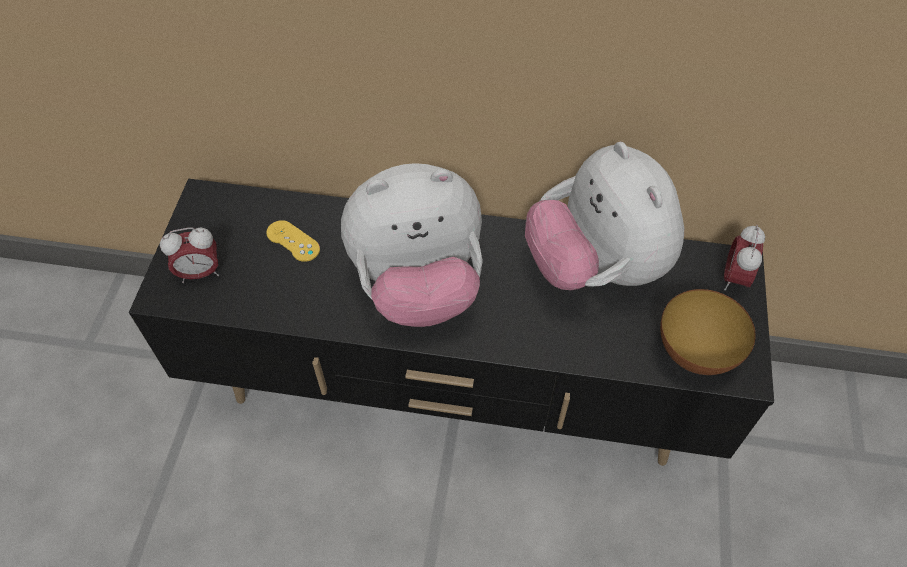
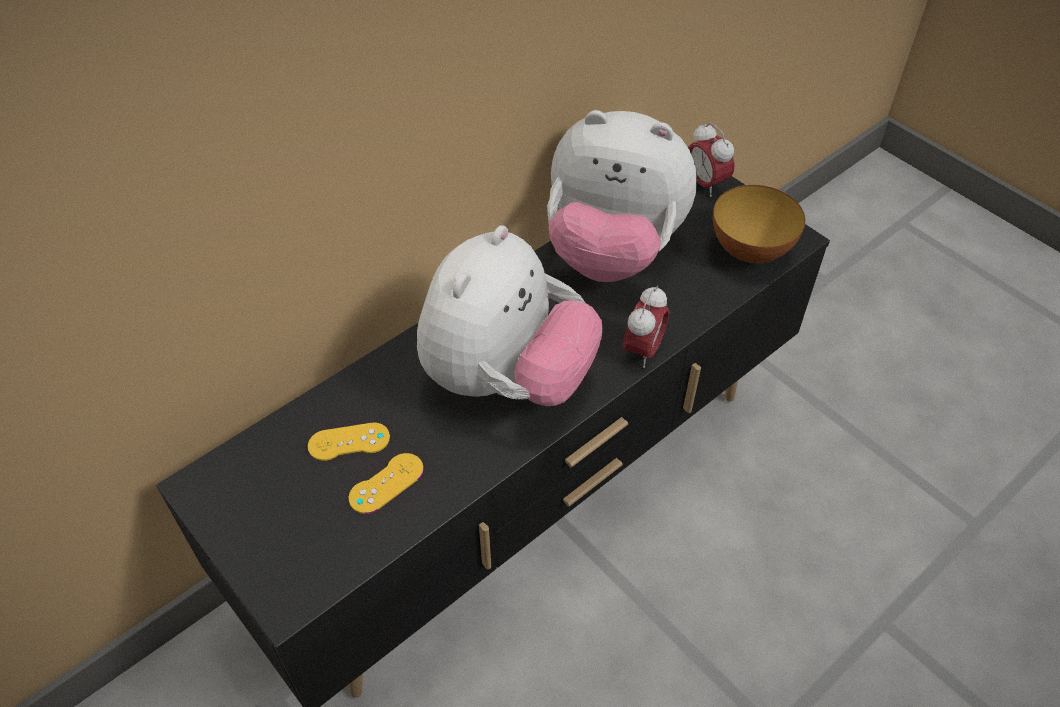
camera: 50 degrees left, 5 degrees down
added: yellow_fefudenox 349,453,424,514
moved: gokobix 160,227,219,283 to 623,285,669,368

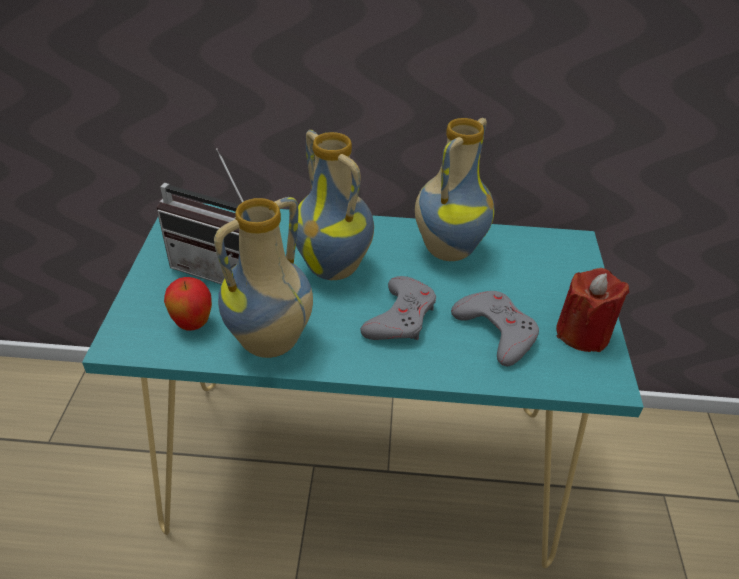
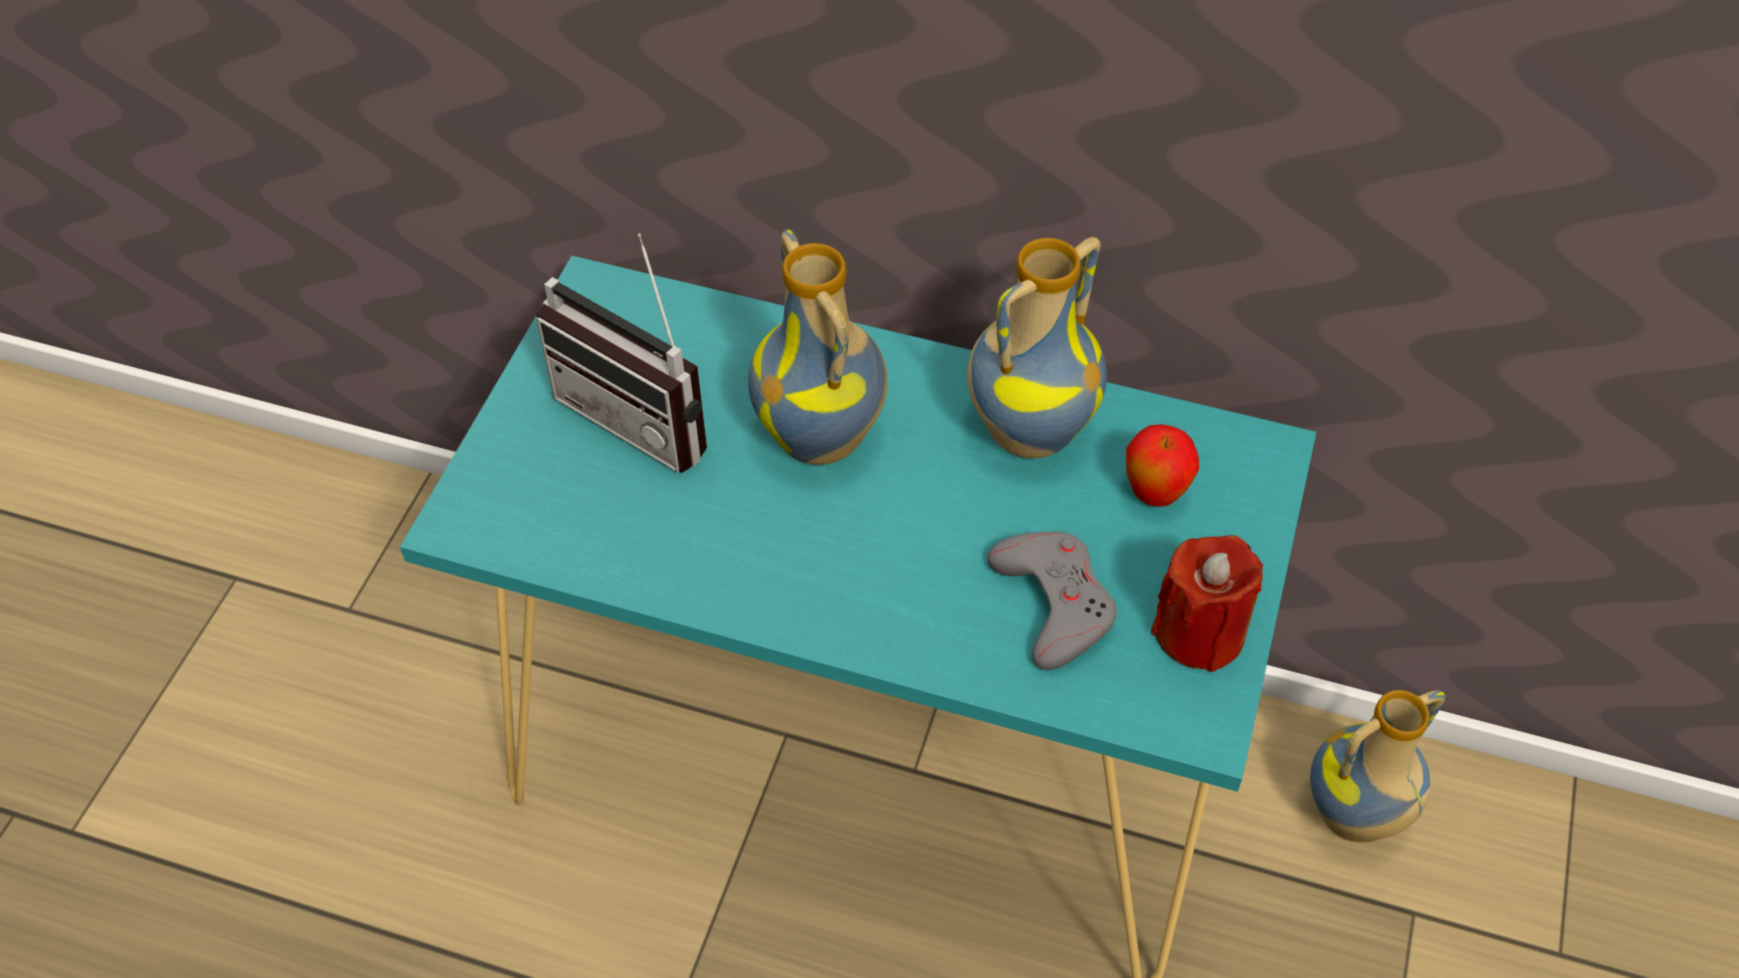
camera: 15 degrees right, 10 degrees up
removed: grey_fefudenox 361,276,436,340
moved: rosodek 164,277,212,330 to 1126,424,1199,507; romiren 214,197,313,358 to 1310,690,1446,842

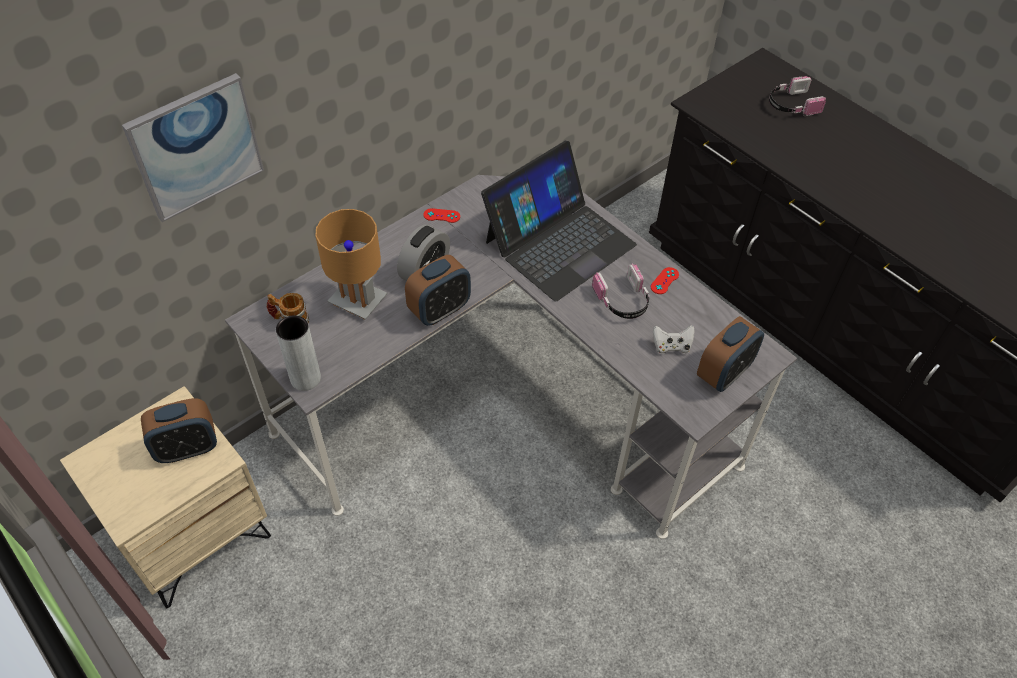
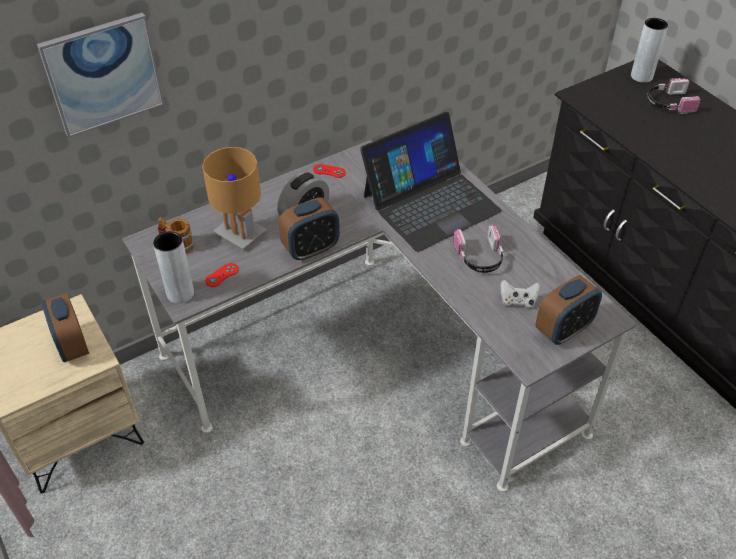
camera: 10 degrees right, 5 degrees down
added: grey_romiren 631,18,668,83
moved: red_fefudenox 651,267,679,294 to 205,263,239,287
turned: gokobix 141,398,217,463 = 41,293,89,362 75 degrees clockwise

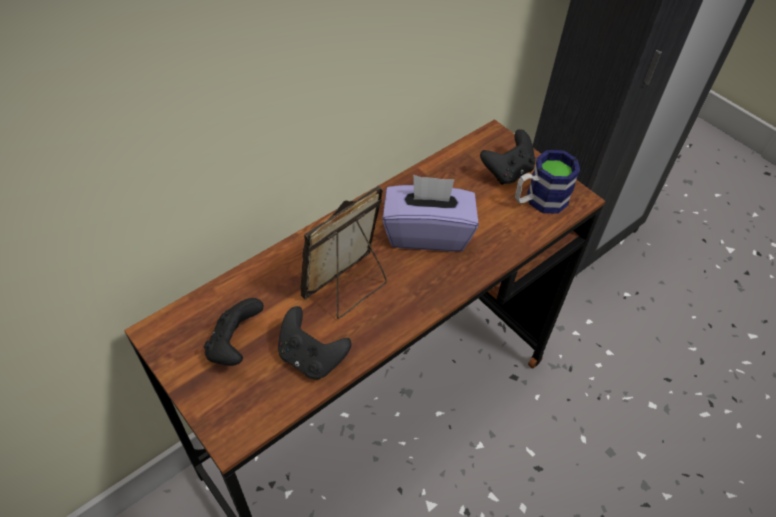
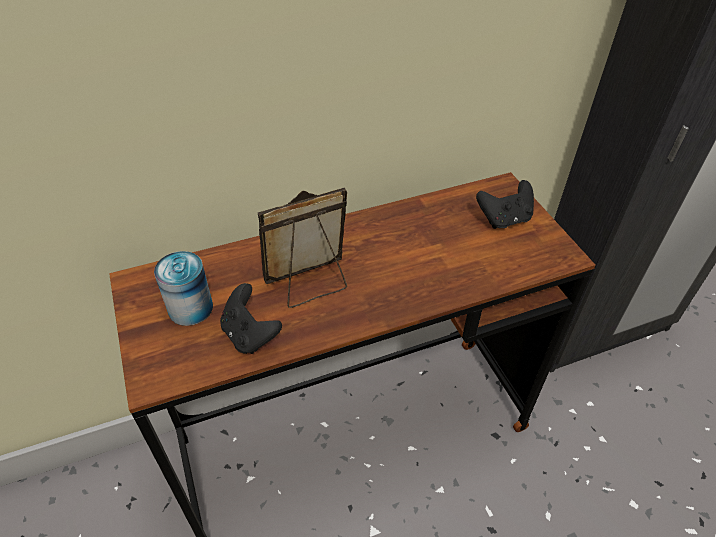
camera: 20 degrees right, 5 degrees down
removed: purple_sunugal 382,175,478,252; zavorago 515,150,580,214
replaced: black_fefudenox 204,298,264,366 to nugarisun 154,251,213,326

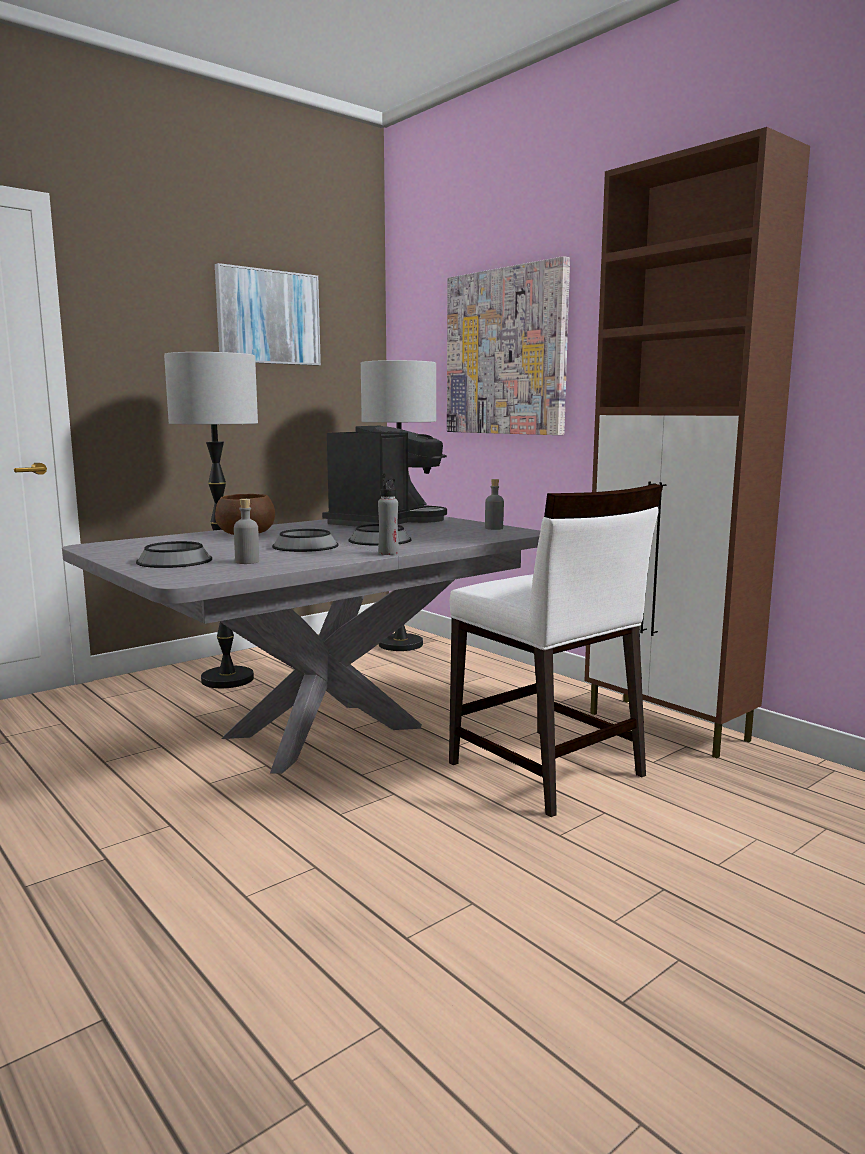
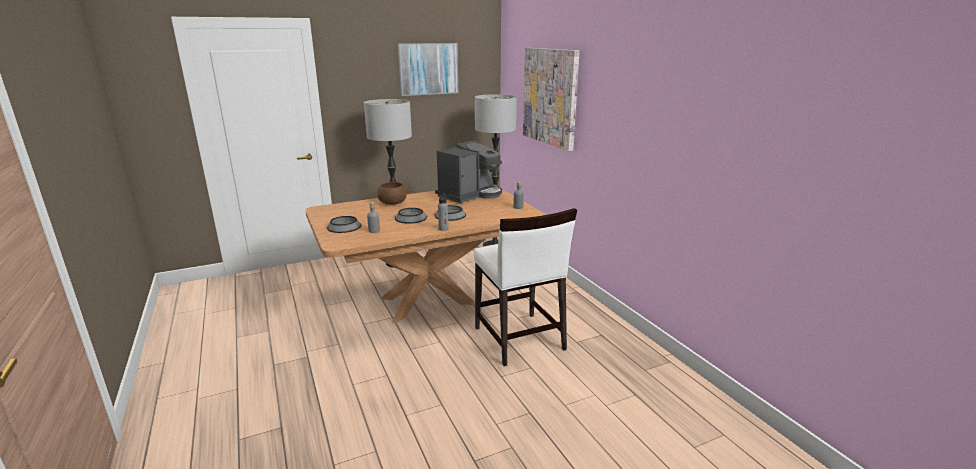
camera: 15 degrees right, 10 degrees up
removed: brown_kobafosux 584,127,810,758
recoloured: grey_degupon 62,516,540,774 to brown_degupon 305,185,544,323

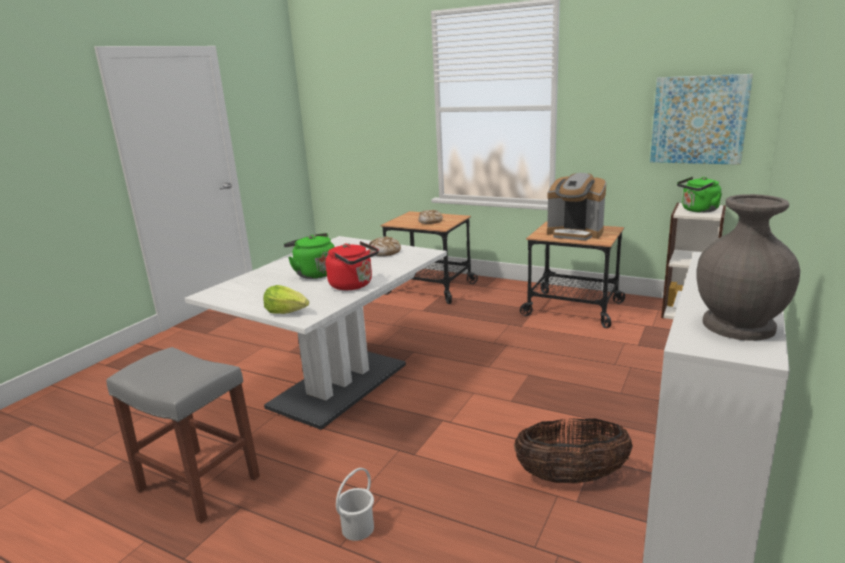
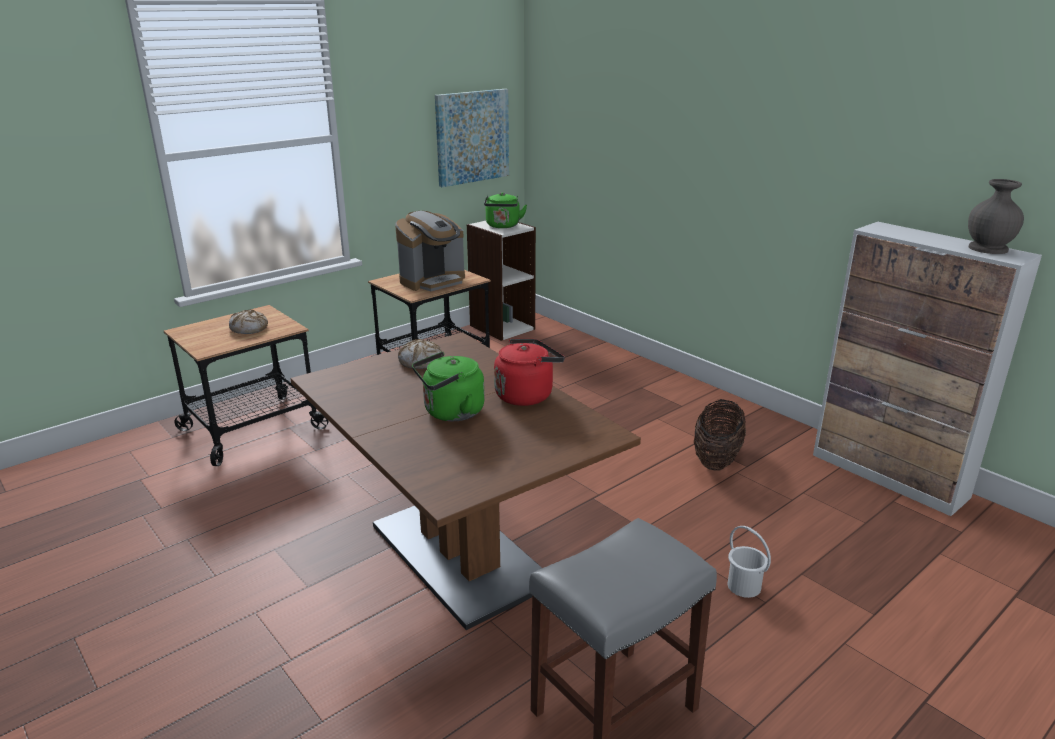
camera: 70 degrees left, 5 degrees up
removed: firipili 263,285,309,314
recoloured: white_degupon 185,236,447,430 to brown_degupon 290,332,641,630

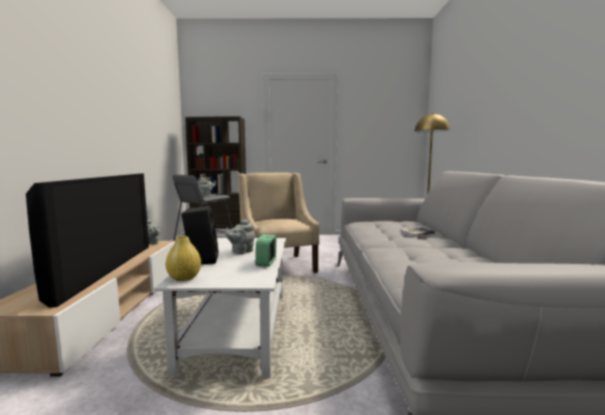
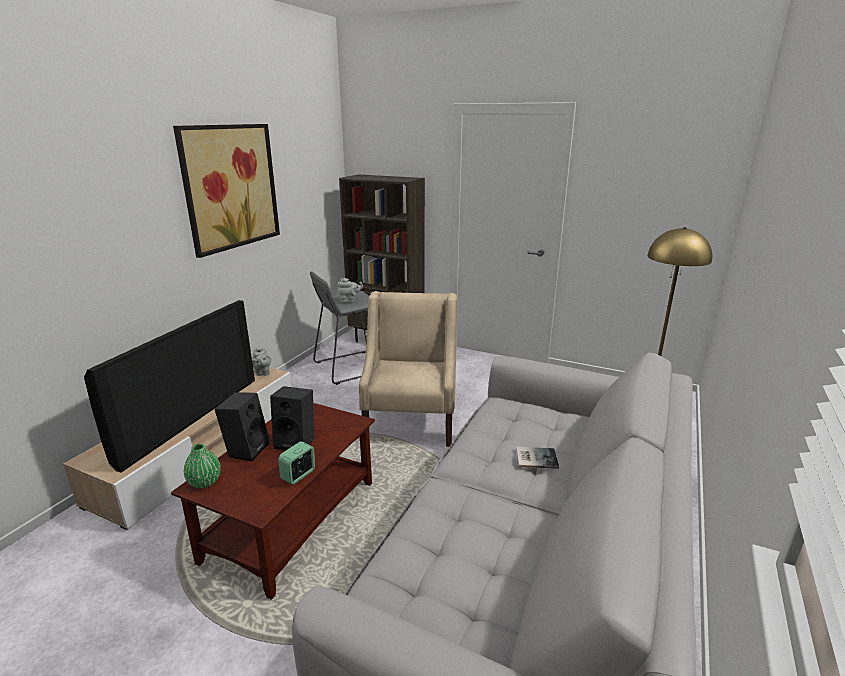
camera: 25 degrees right, 15 degrees up
added: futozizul 173,124,280,258
replaced: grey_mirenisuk 225,219,255,254 to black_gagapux 270,386,315,451
recoloured: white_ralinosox 154,238,286,378 to brown_ralinosox 171,403,375,600; yellow_romiren 165,236,201,281 to green_romiren 184,444,221,488

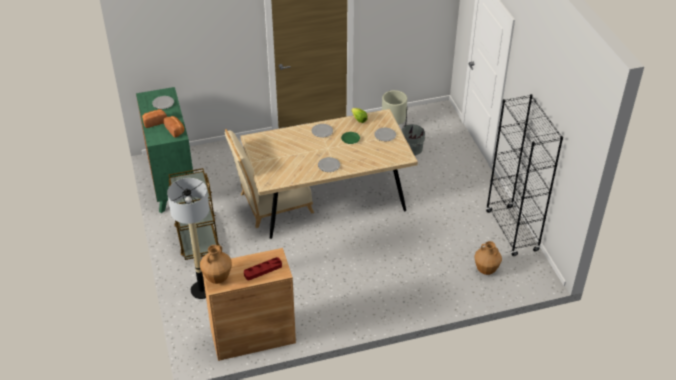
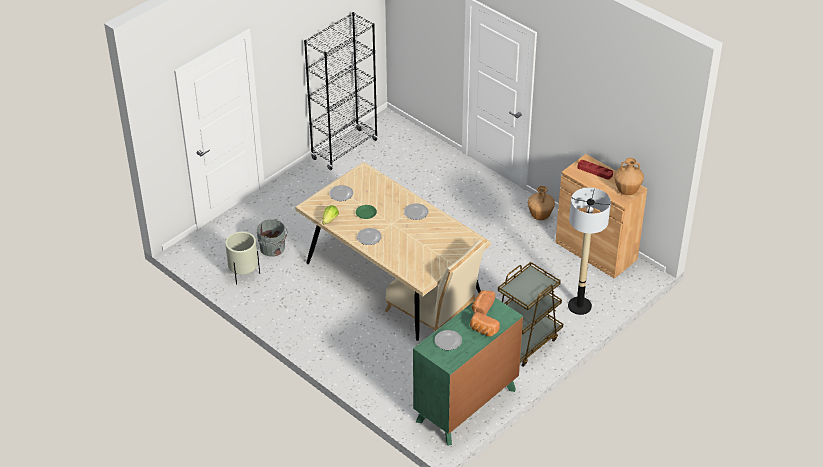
camera: 120 degrees left, 0 degrees up
moved: brown_romiren 474,241,502,275 to 528,186,555,220

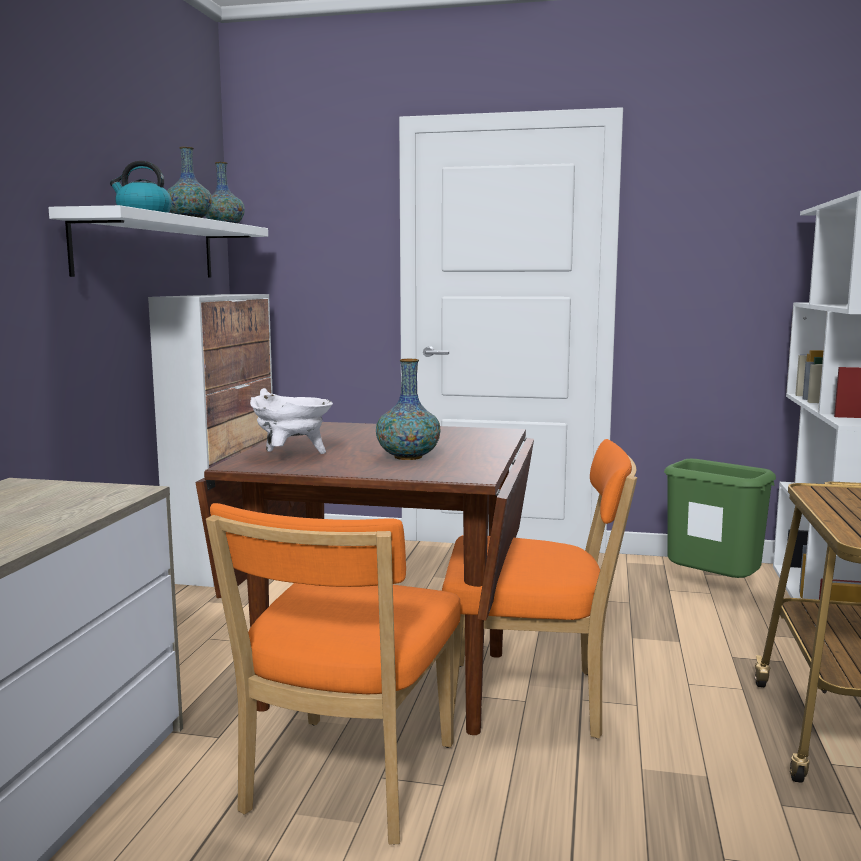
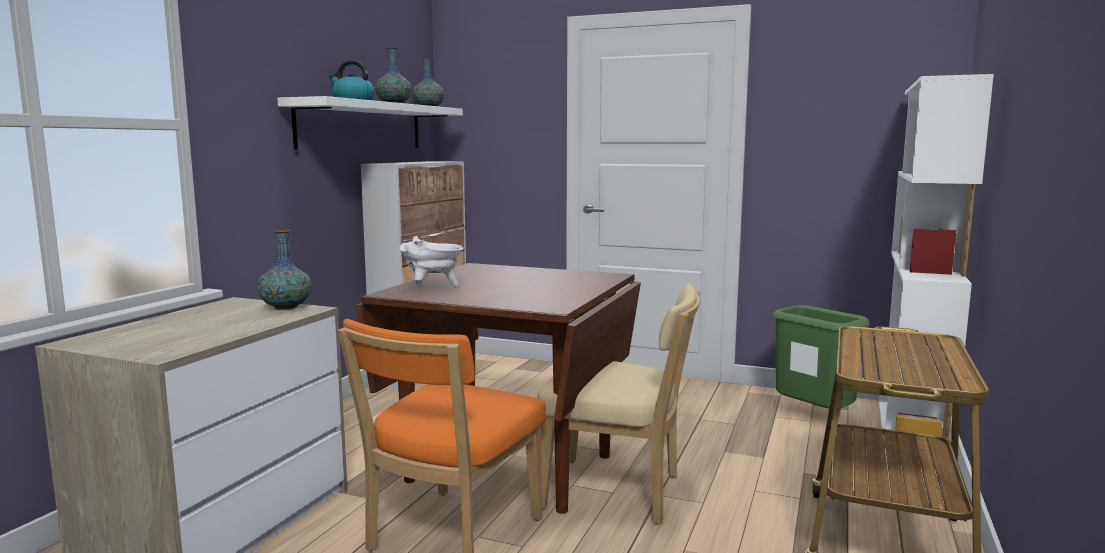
camera: 10 degrees right, 0 degrees up
moved: romiren 376,359,441,460 to 258,230,312,310
recoloured: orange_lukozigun 442,439,637,739 to beige_lukozigun 537,284,700,525

